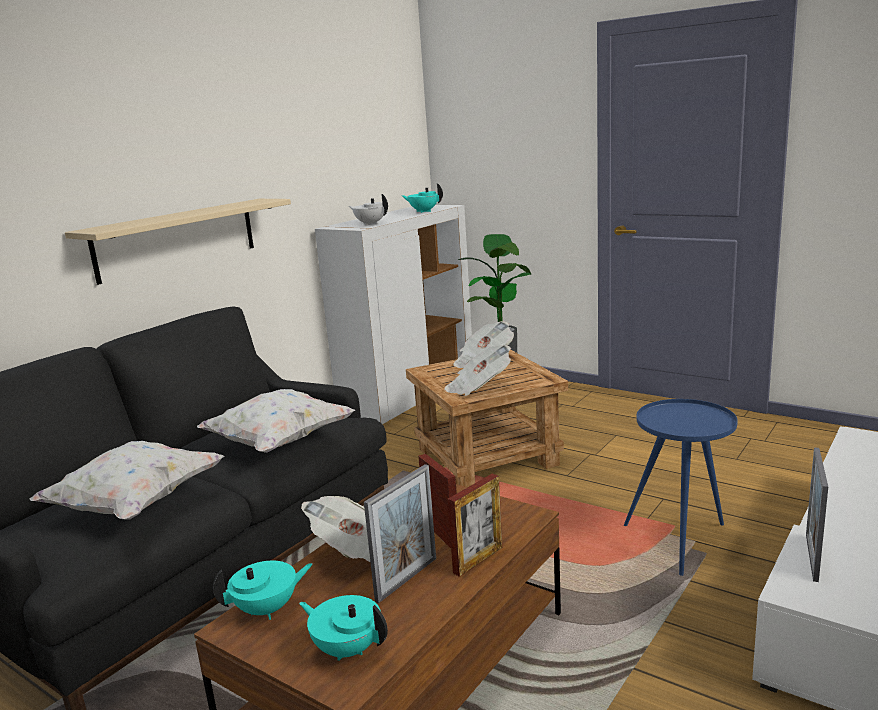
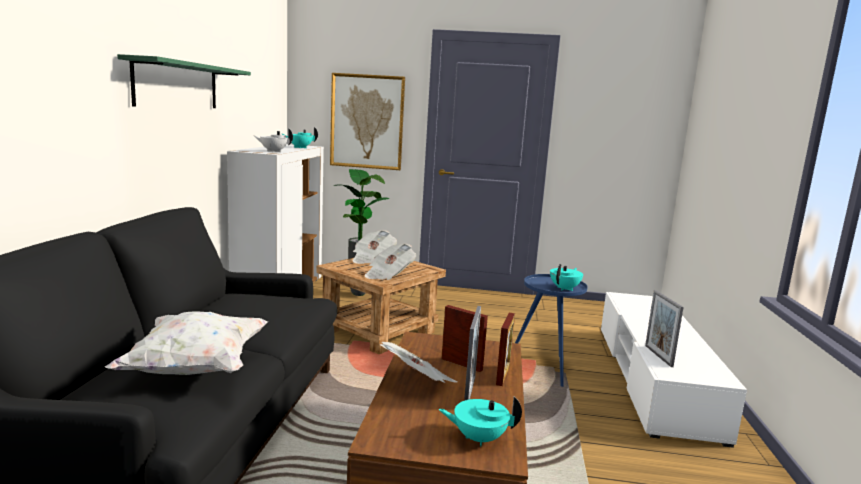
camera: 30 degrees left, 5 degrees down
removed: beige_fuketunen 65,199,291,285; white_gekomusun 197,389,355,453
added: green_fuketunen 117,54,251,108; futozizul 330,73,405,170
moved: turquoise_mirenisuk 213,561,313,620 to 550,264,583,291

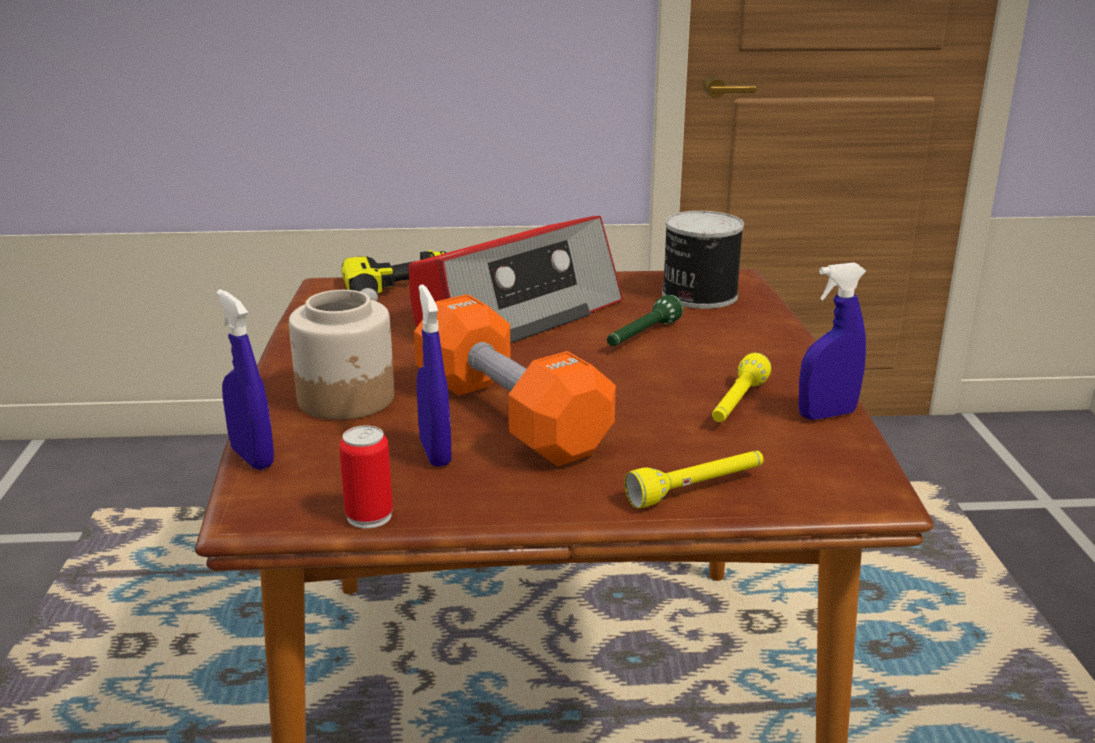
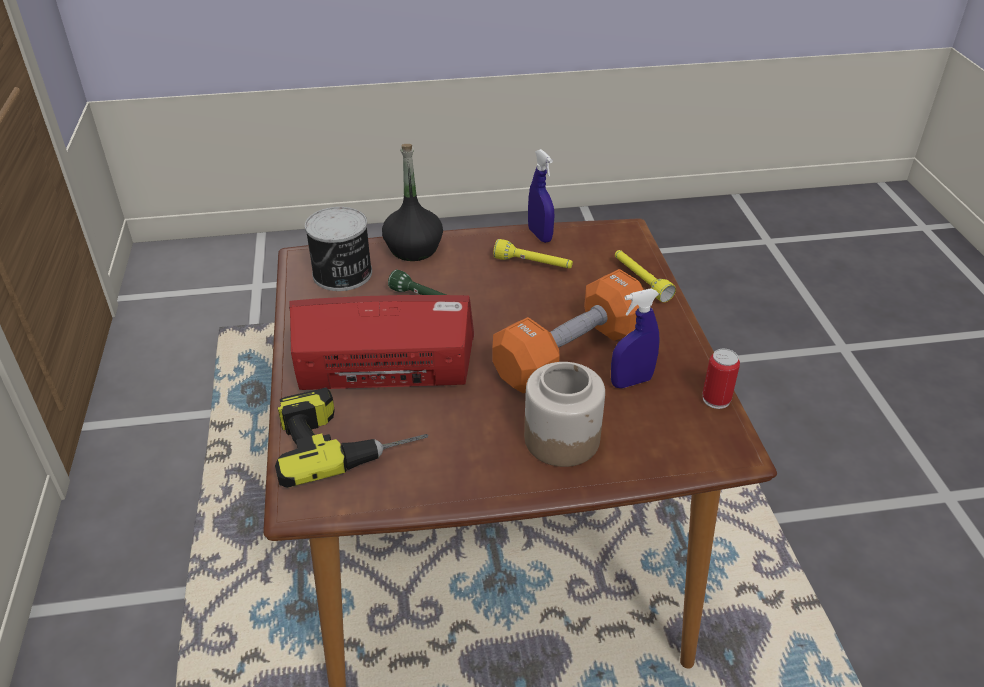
camera: 95 degrees left, 15 degrees up
removed: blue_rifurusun 217,289,274,470
added: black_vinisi 382,144,443,261
turned: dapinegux 409,216,623,343 = 289,295,474,390 45 degrees counterclockwise

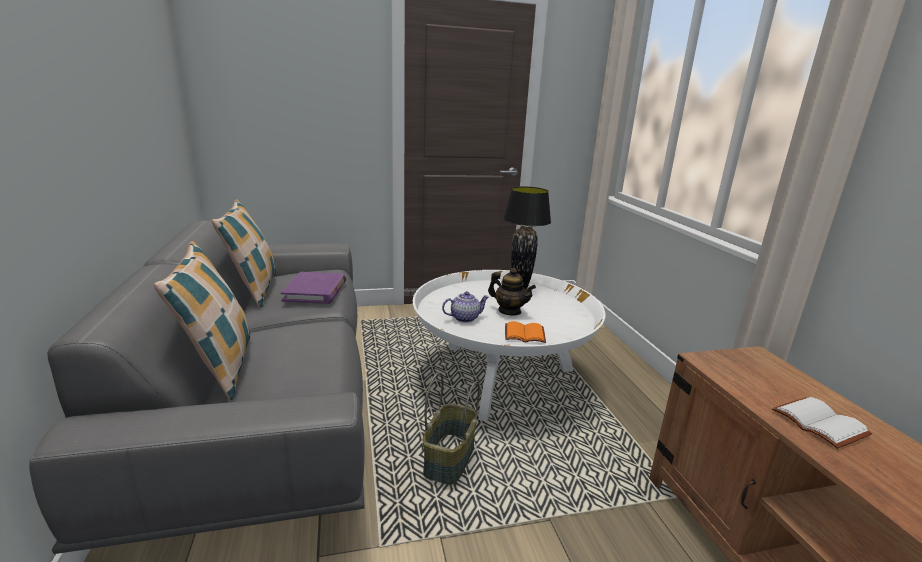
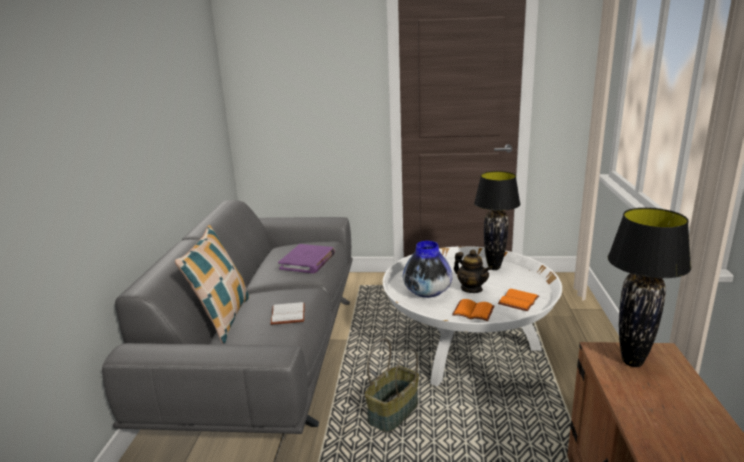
camera: 20 degrees right, 0 degrees up
removed: gekomusun 212,199,276,308
added: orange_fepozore 498,288,539,311; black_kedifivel 608,208,691,367
moved: white_fepozore 772,397,872,449 to 271,302,305,325
replaced: mirenisuk 442,291,489,323 to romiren 403,241,452,298

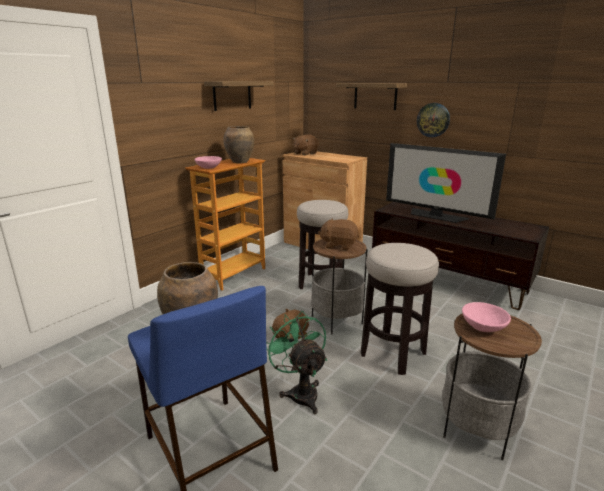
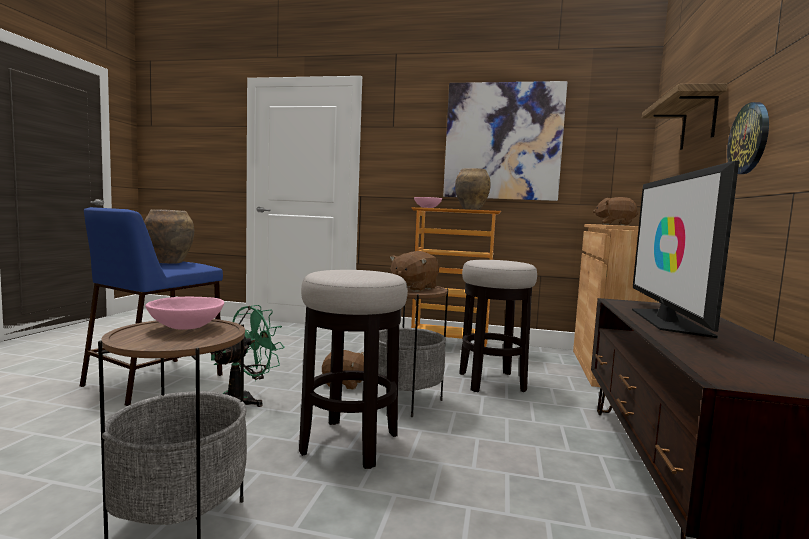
camera: 65 degrees right, 15 degrees down
replaced: fuketunen 204,81,274,111 to futozizul 443,81,567,201
turned: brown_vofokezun 318,219,359,251 = 390,251,439,292 135 degrees counterclockwise

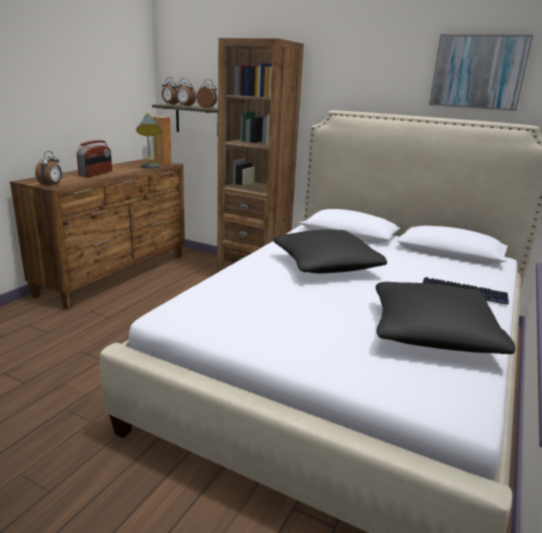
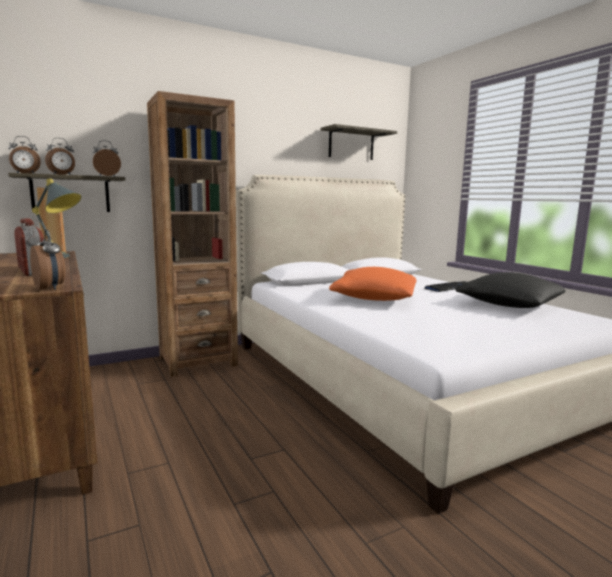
camera: 55 degrees left, 10 degrees down
replaced: futozizul 429,34,533,111 to fuketunen 321,124,397,160
recoloured: black_gekomusun 273,229,387,273 to orange_gekomusun 329,267,417,301

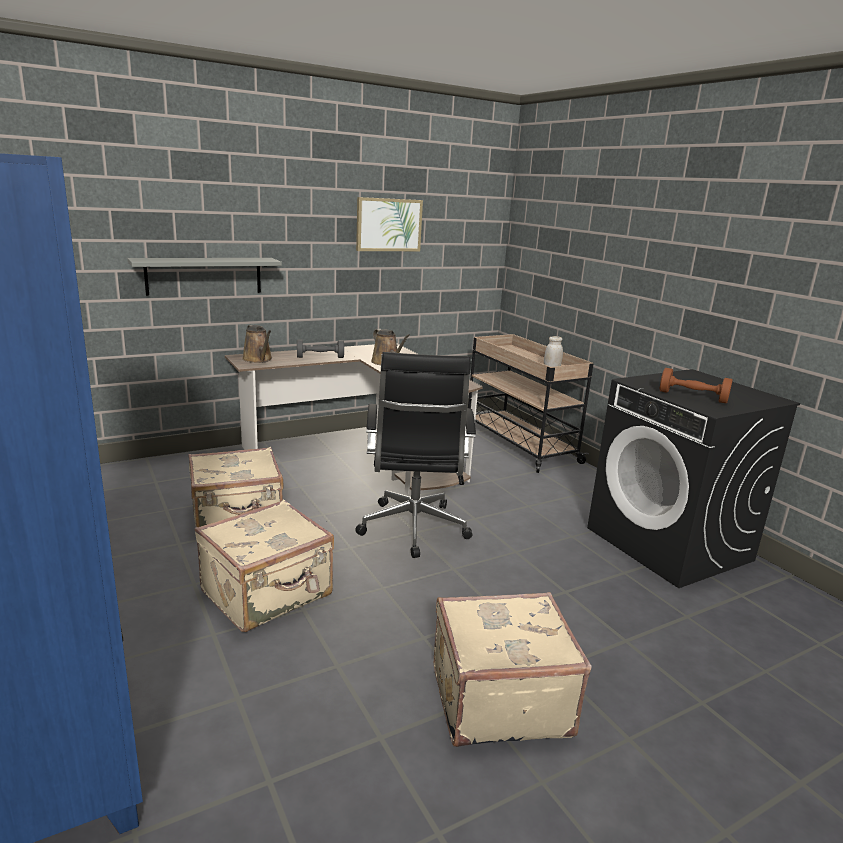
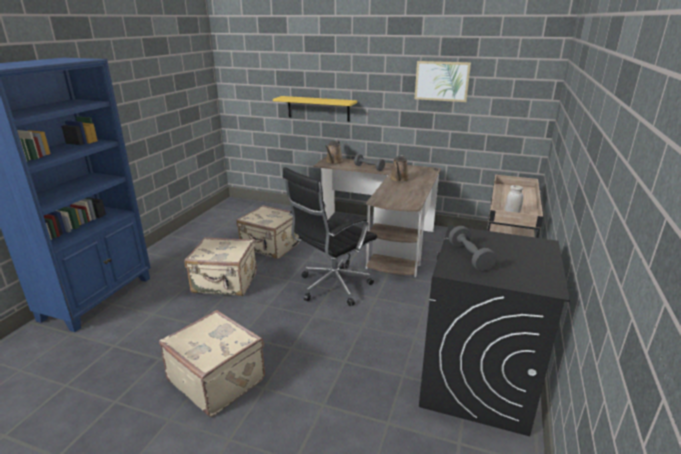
camera: 50 degrees right, 5 degrees up
recoloured: grey_fuketunen 127,258,282,296 to yellow_fuketunen 273,96,357,122; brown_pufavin 660,368,733,403 to grey_pufavin 449,226,496,271

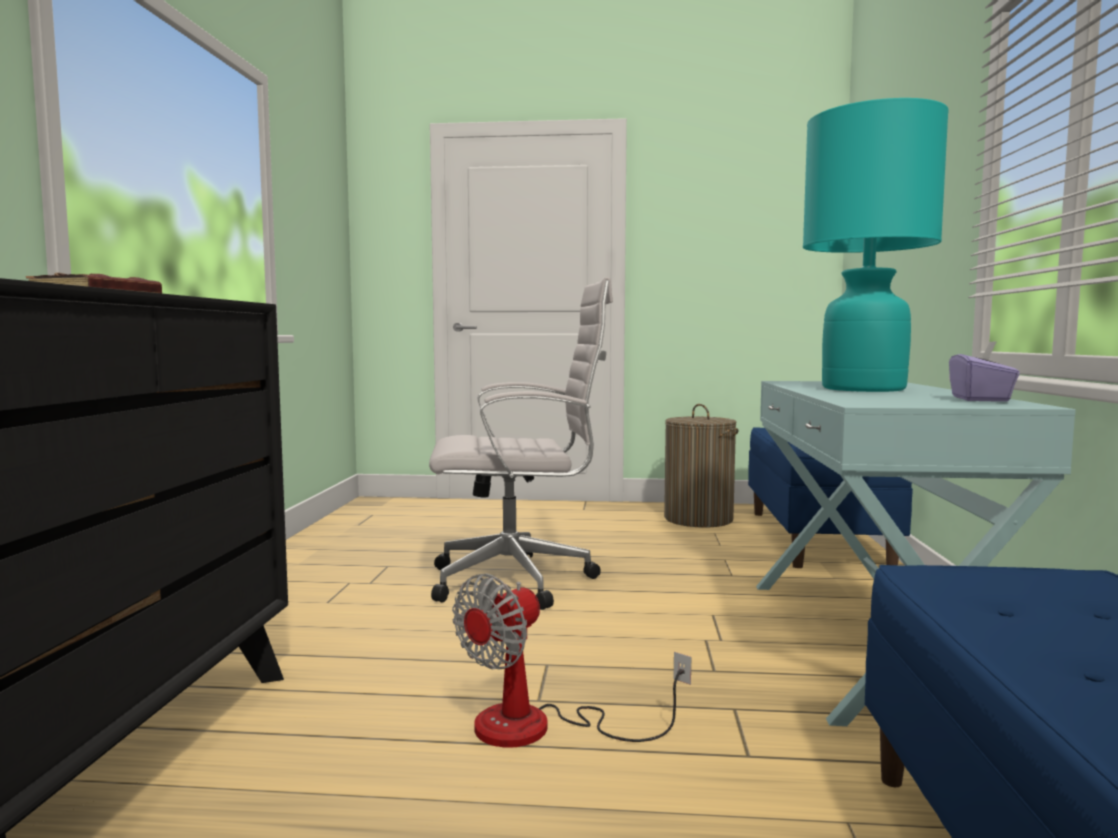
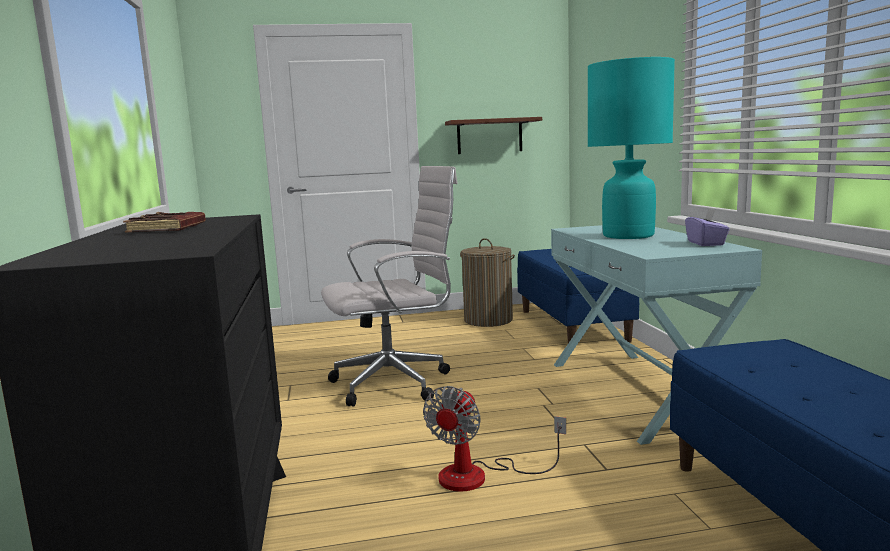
camera: 15 degrees left, 5 degrees up
added: brown_fuketunen 445,117,542,154

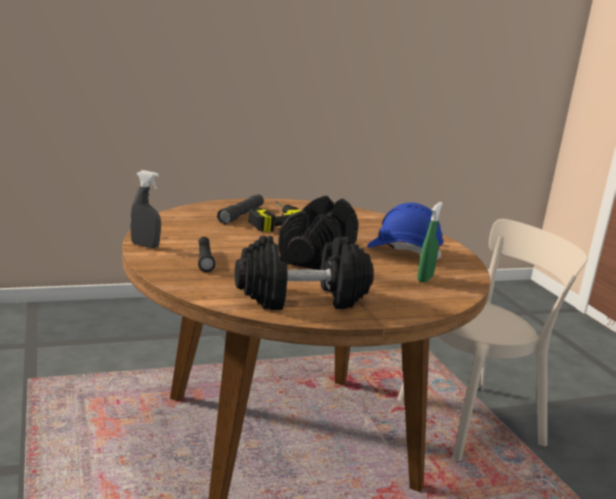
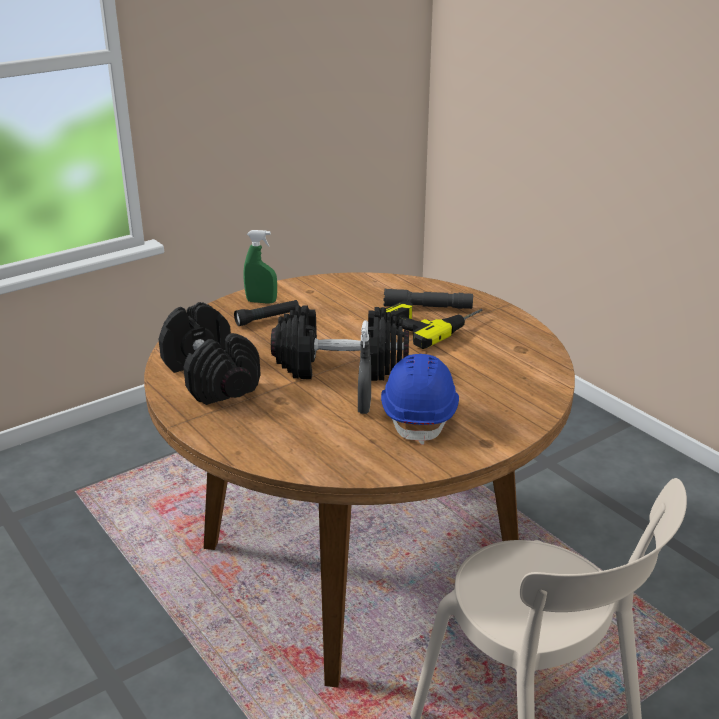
camera: 75 degrees right, 10 degrees up
moved: grey_rifurusun 130,170,161,248 to 358,321,371,414; green_rifurusun 417,202,443,283 to 244,230,277,304

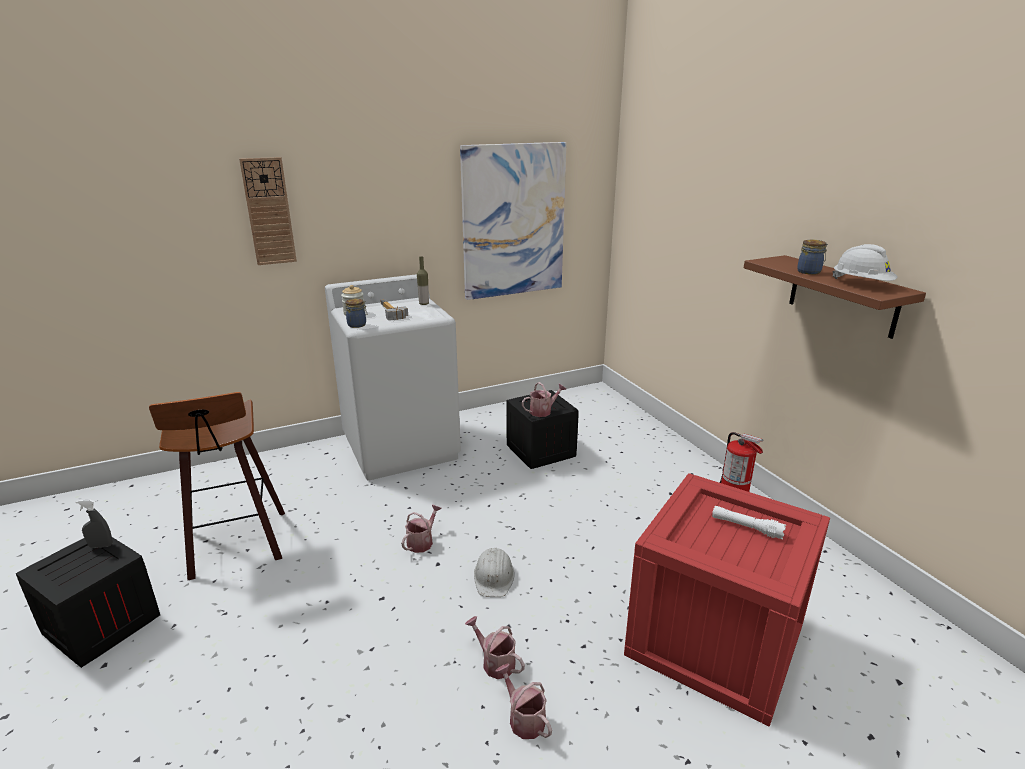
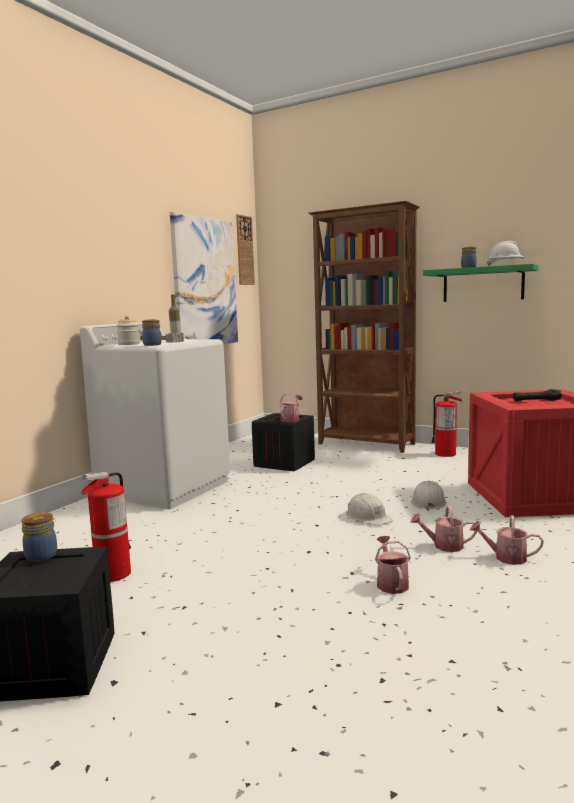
camera: 35 degrees left, 15 degrees down
added: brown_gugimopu 309,201,420,453; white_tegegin 411,481,447,511
moved: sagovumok 239,157,297,265 to 236,214,255,285; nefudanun 401,504,442,553 to 375,536,411,594
replaced: grey_rifurusun 75,500,113,548 to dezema 21,512,57,562; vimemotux 149,392,285,581 to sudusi 81,472,131,582
recoloured: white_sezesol 712,506,786,540 to black_sezesol 513,389,562,401; brown_fuketunen 744,255,926,339 to green_fuketunen 423,264,538,302

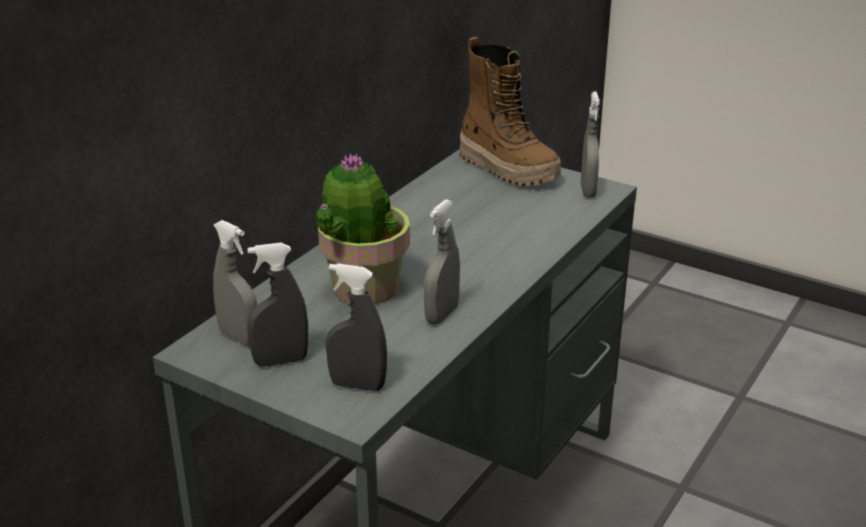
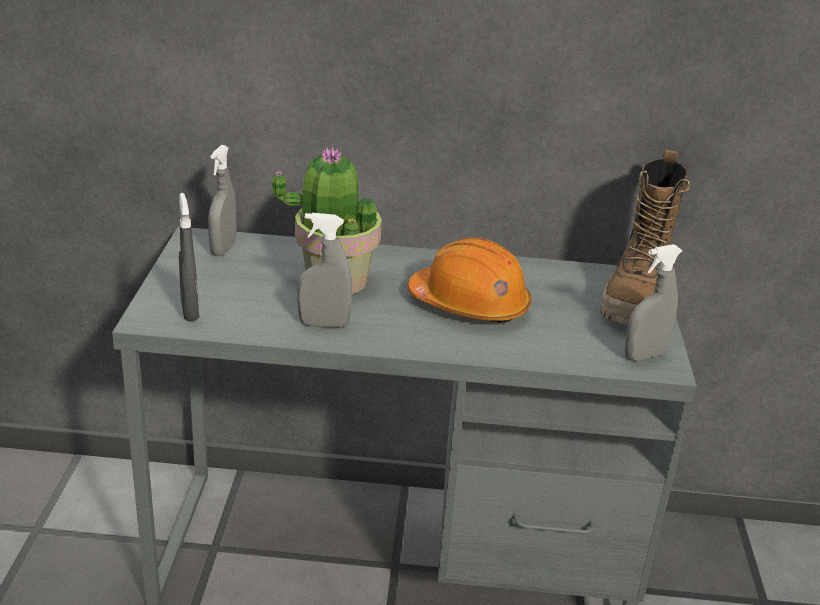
camera: 60 degrees right, 0 degrees up
removed: grey_rifurusun 247,243,308,367
added: orange_tegegin 408,238,532,324

